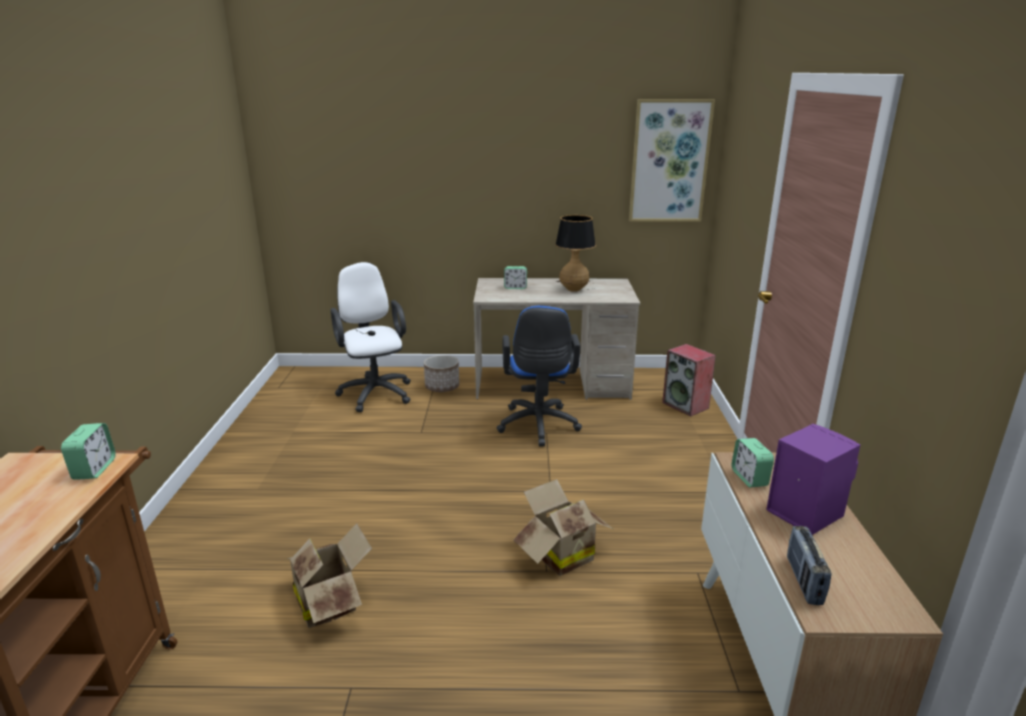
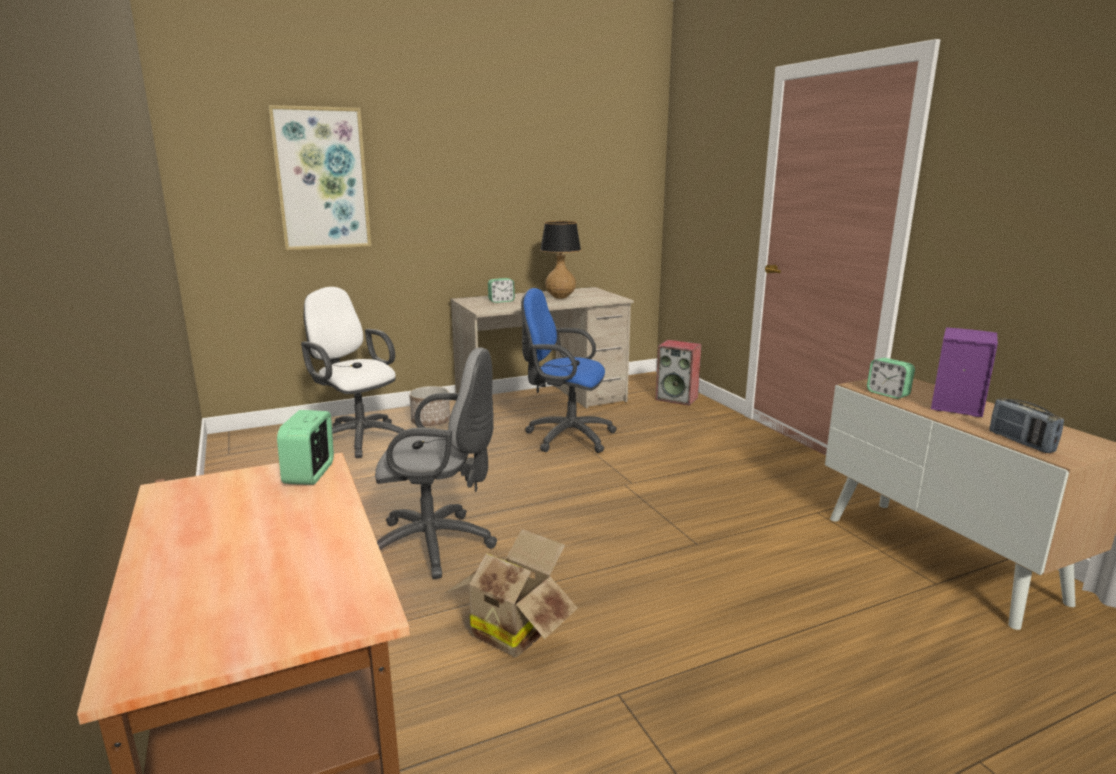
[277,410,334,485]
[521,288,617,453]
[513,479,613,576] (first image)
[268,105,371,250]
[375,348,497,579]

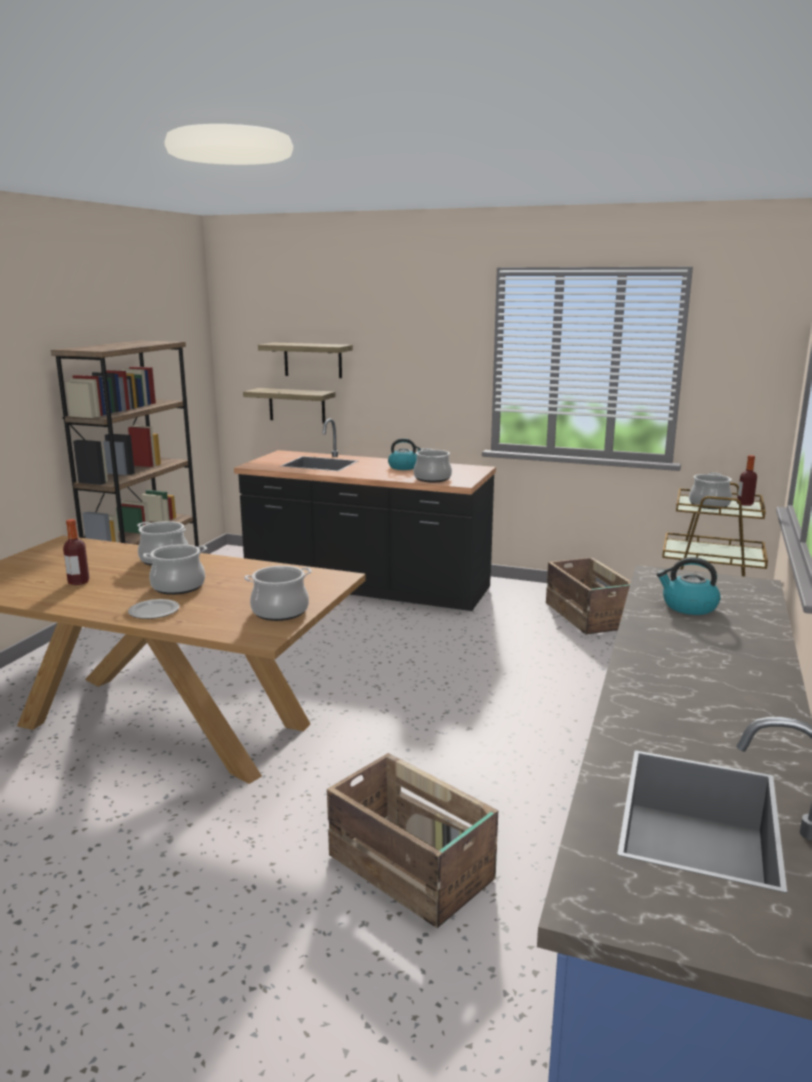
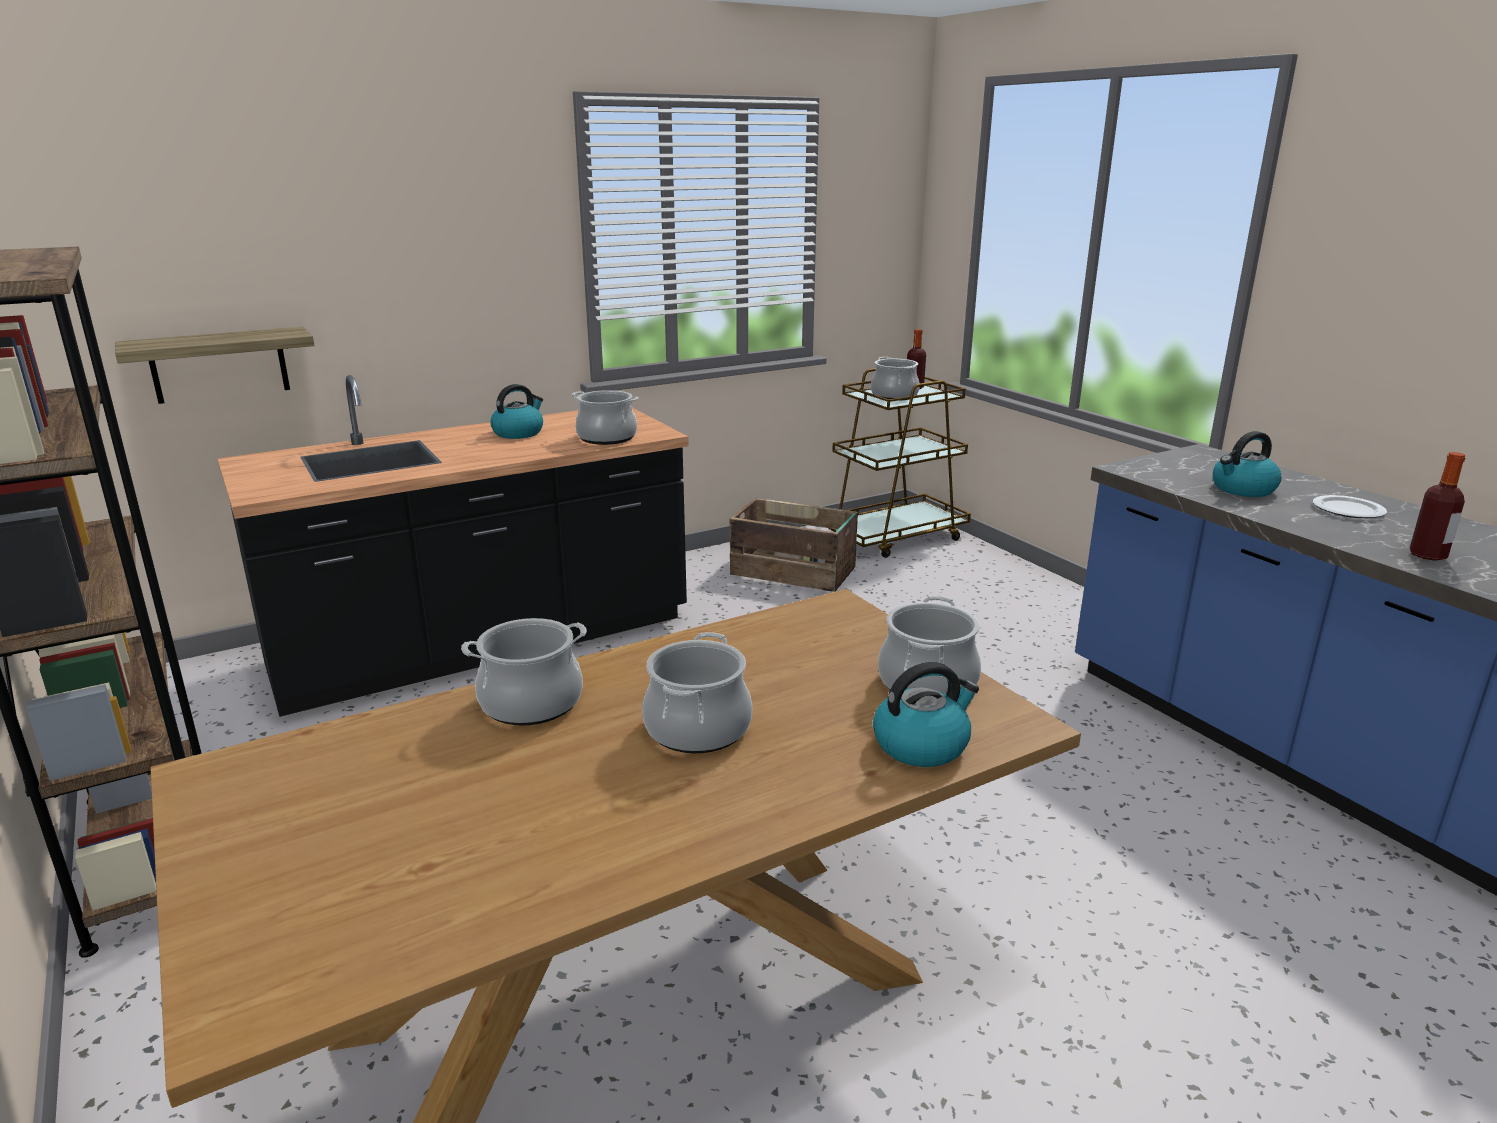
[1410,452,1465,561]
[1313,495,1387,518]
[258,343,353,378] (first image)
[327,753,498,928] (first image)
[873,662,979,767]

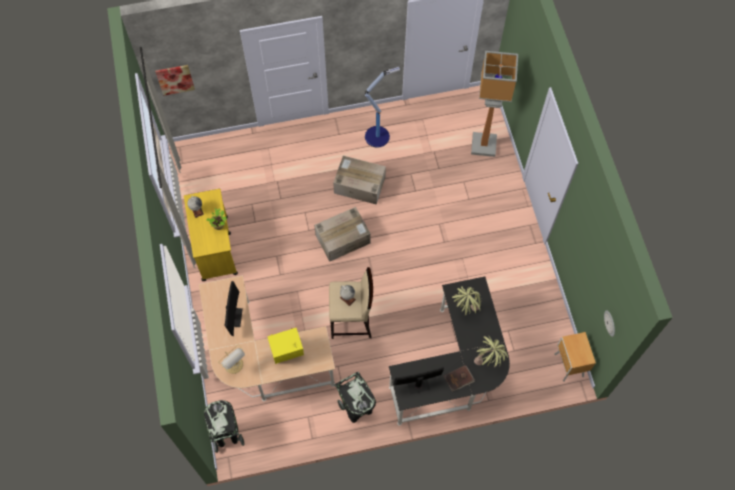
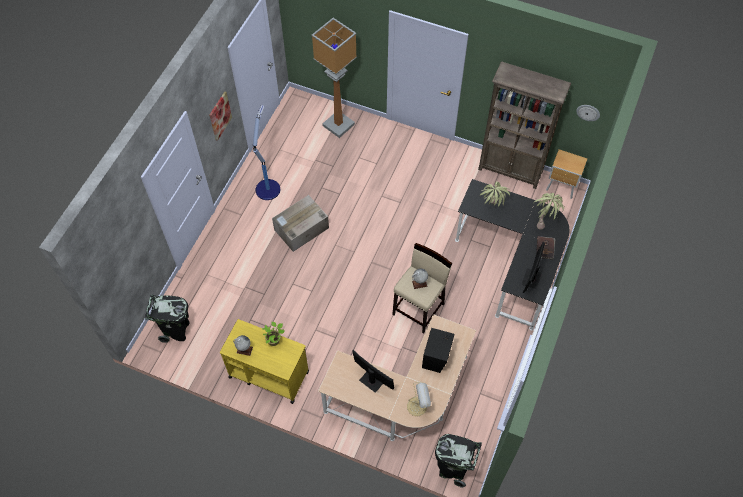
[209,91,232,141]
[422,328,454,373]
[314,207,371,262] (first image)
[145,295,189,343]
[478,62,571,189]

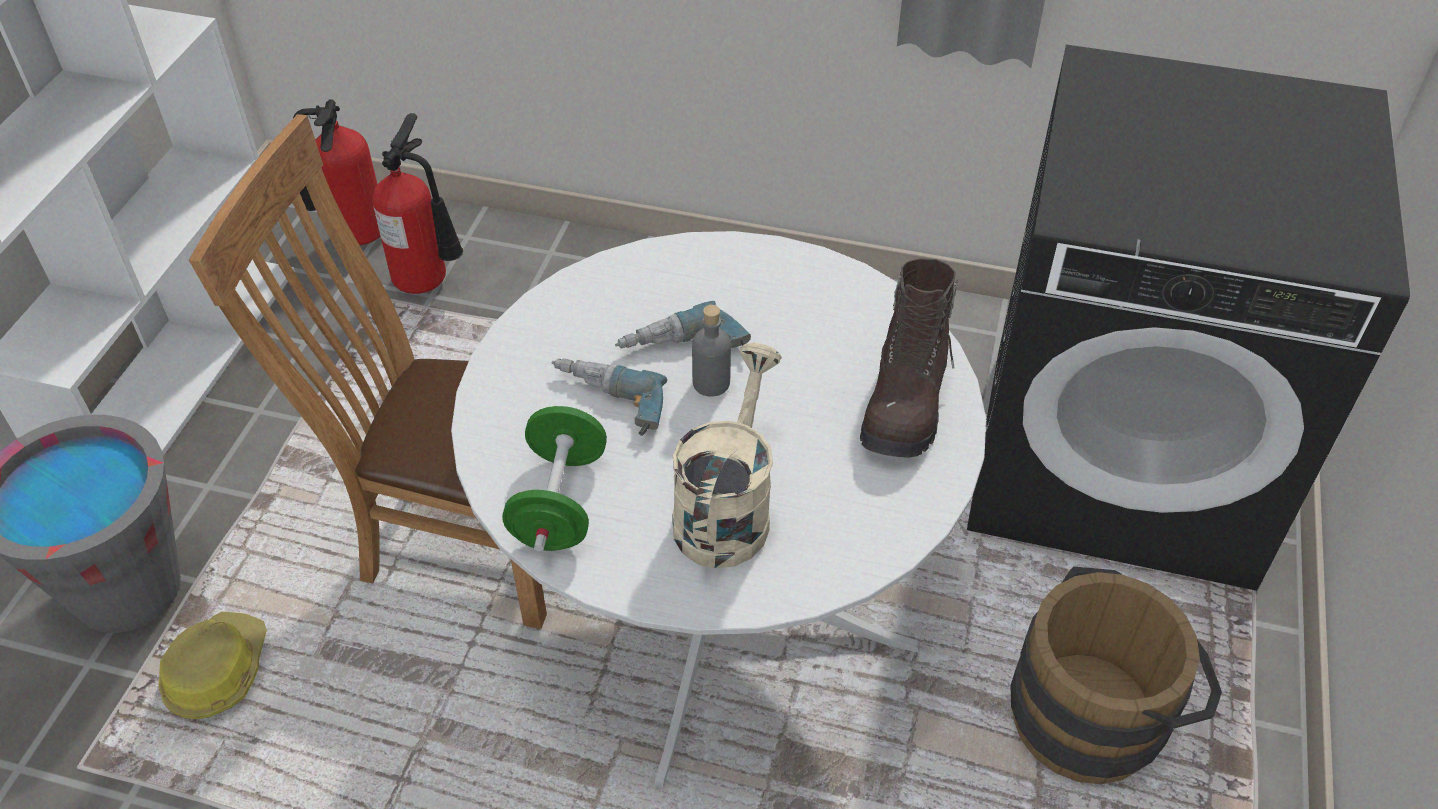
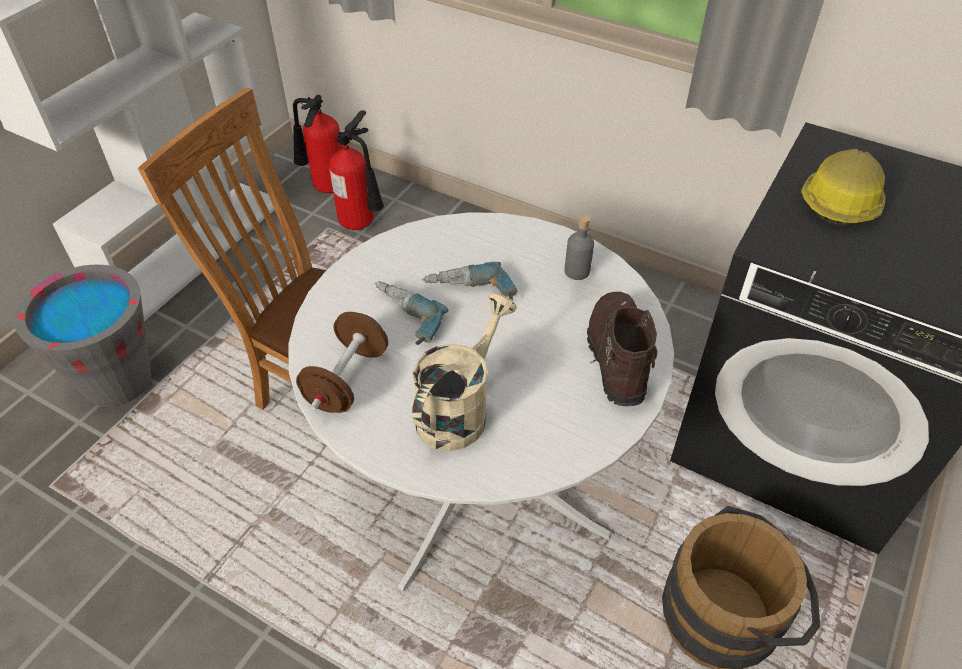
[801,149,886,225]
[296,312,388,413]
[565,215,594,280]
[587,292,658,406]

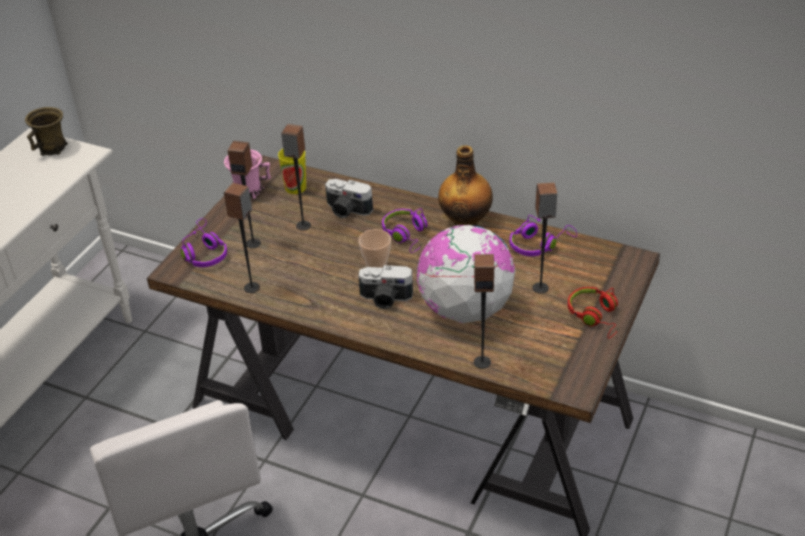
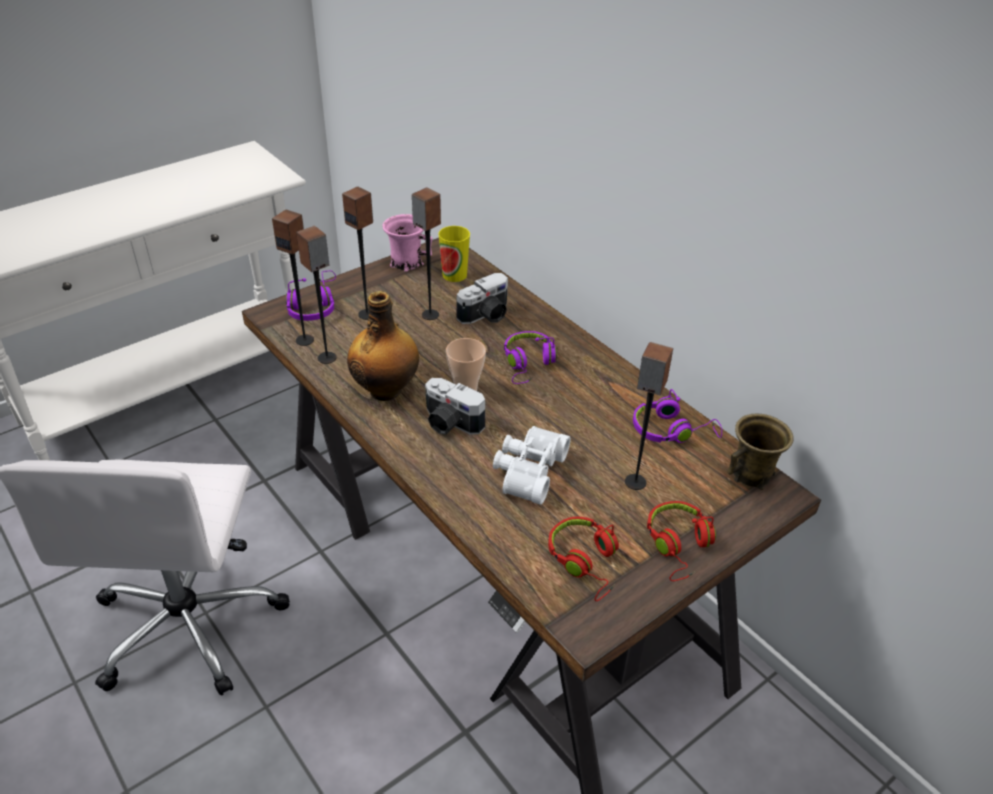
[728,414,794,490]
[456,273,508,324]
[493,426,571,505]
[347,291,419,401]
[272,209,314,346]
[548,517,619,601]

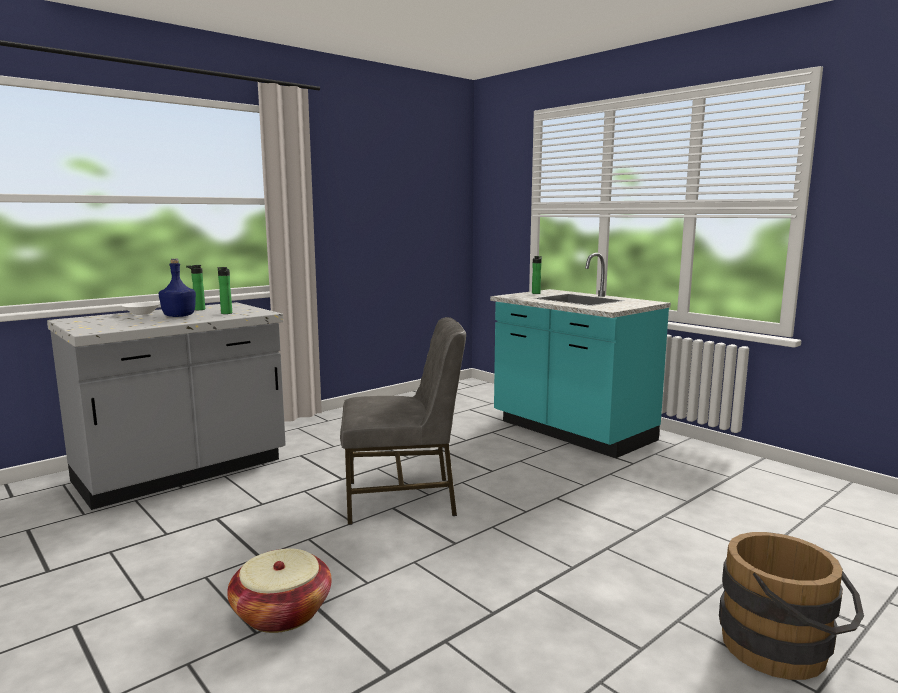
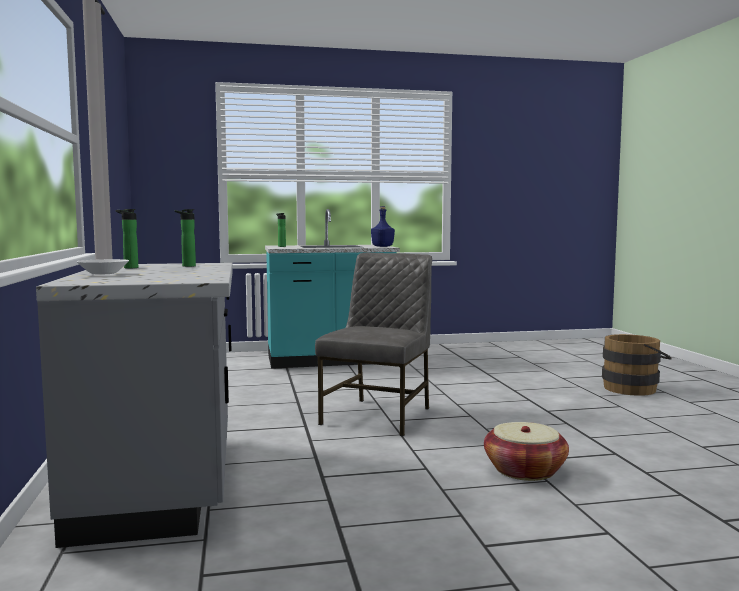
[371,206,395,247]

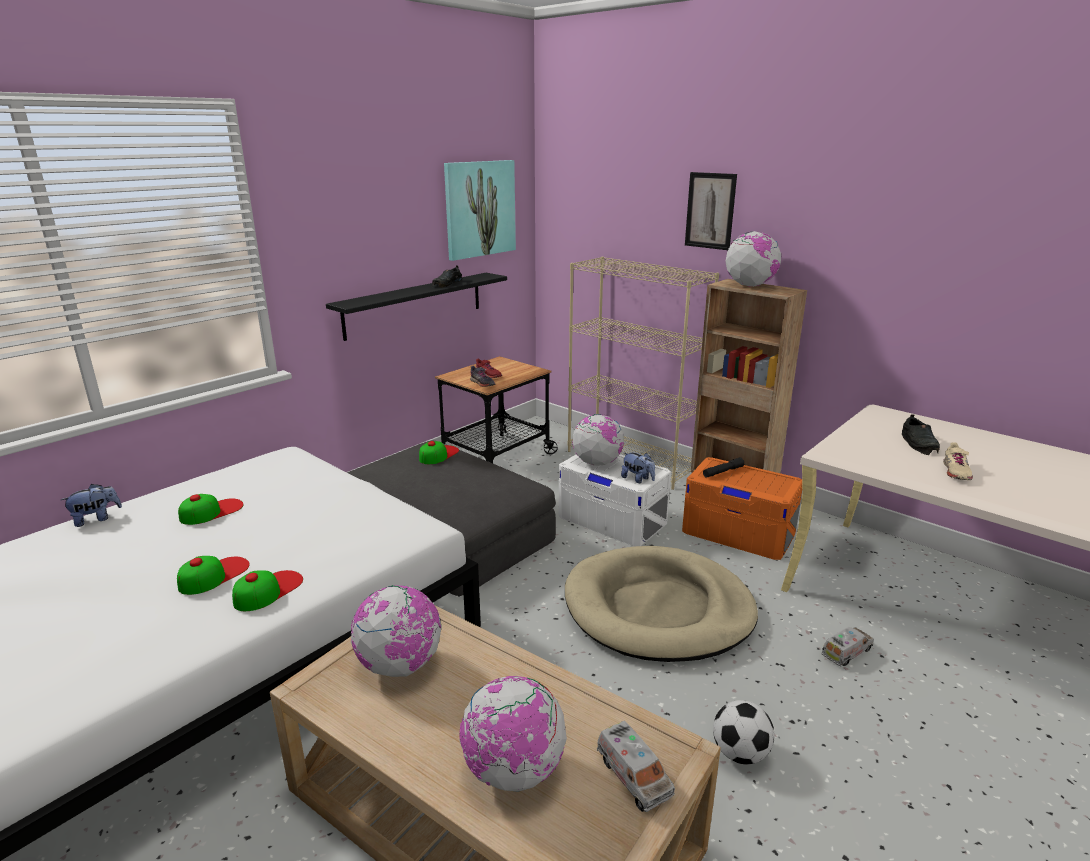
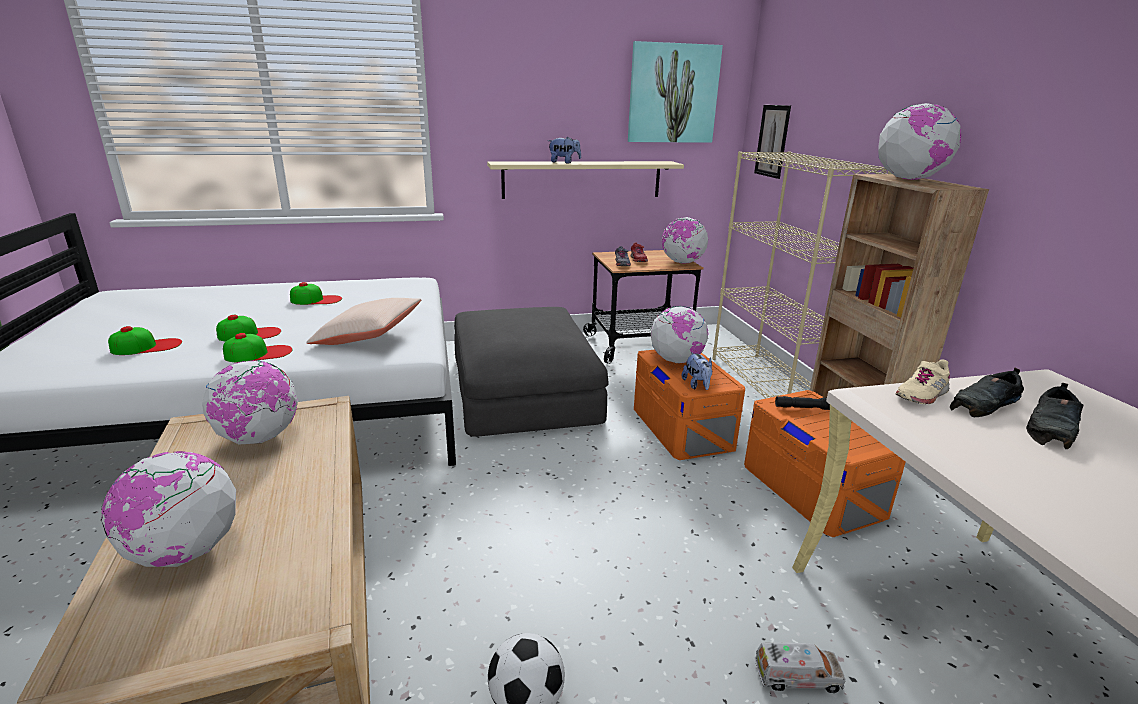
[548,137,581,164]
[487,161,684,199]
[108,326,182,355]
[950,368,1024,417]
[634,350,745,460]
[565,546,758,662] (first image)
[597,721,675,812] (first image)
[754,105,791,179]
[895,359,950,404]
[306,298,422,345]
[662,217,708,264]

